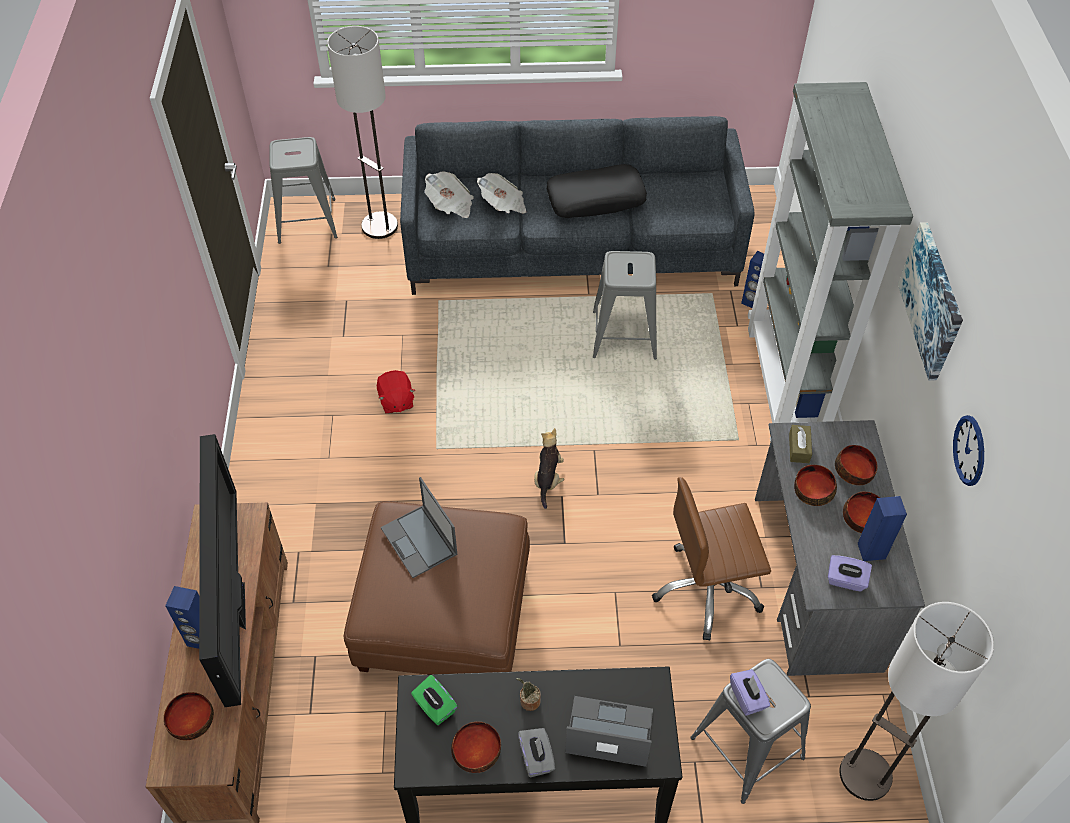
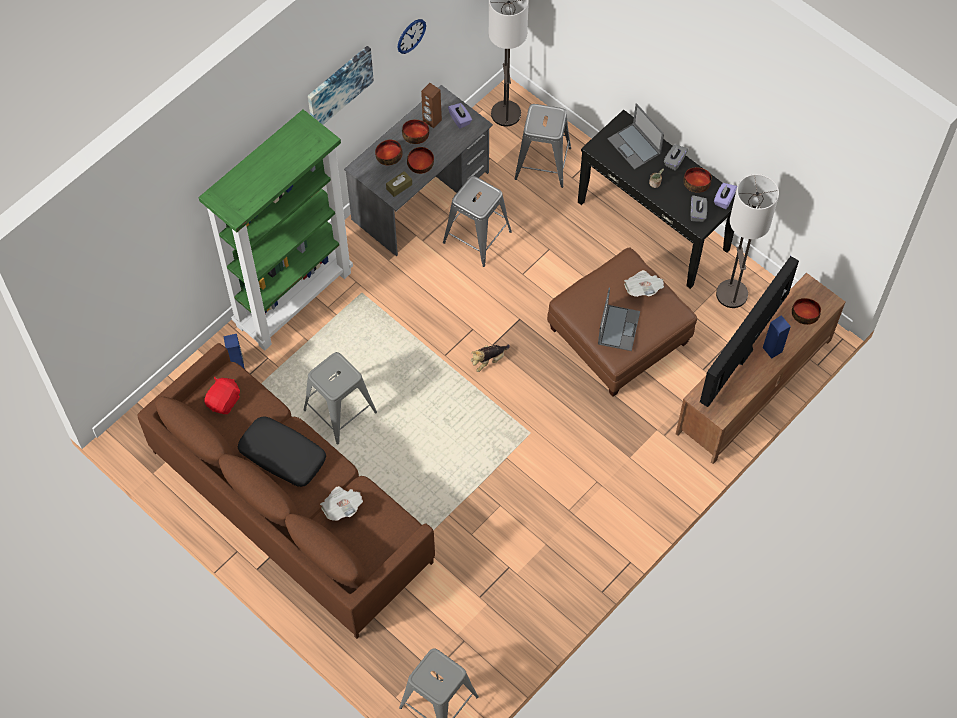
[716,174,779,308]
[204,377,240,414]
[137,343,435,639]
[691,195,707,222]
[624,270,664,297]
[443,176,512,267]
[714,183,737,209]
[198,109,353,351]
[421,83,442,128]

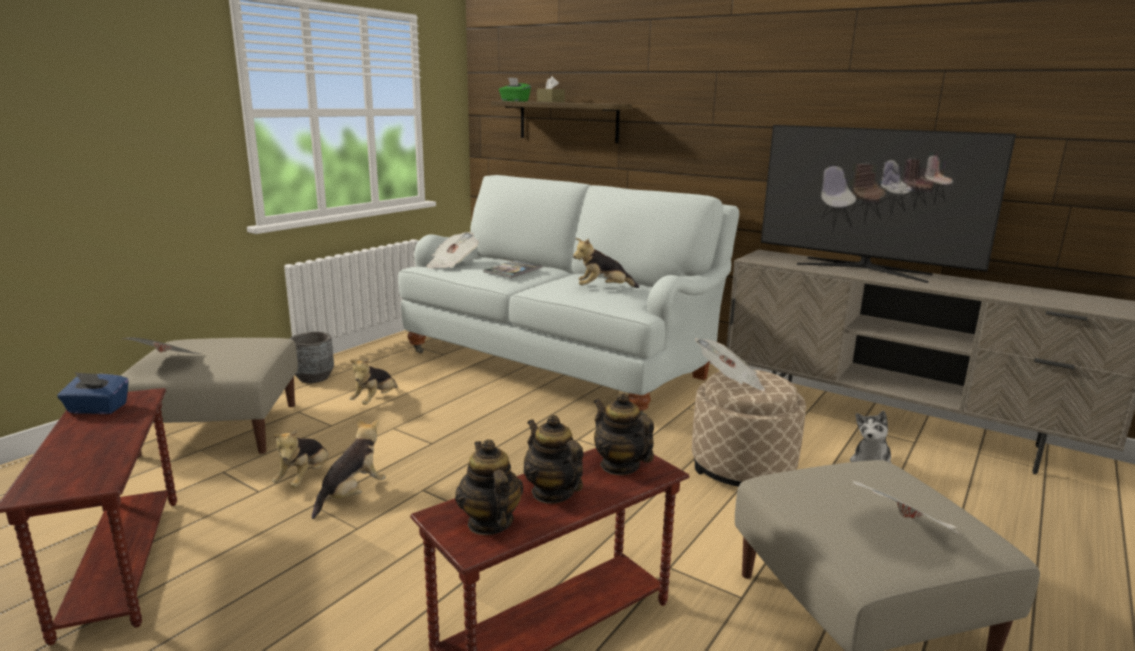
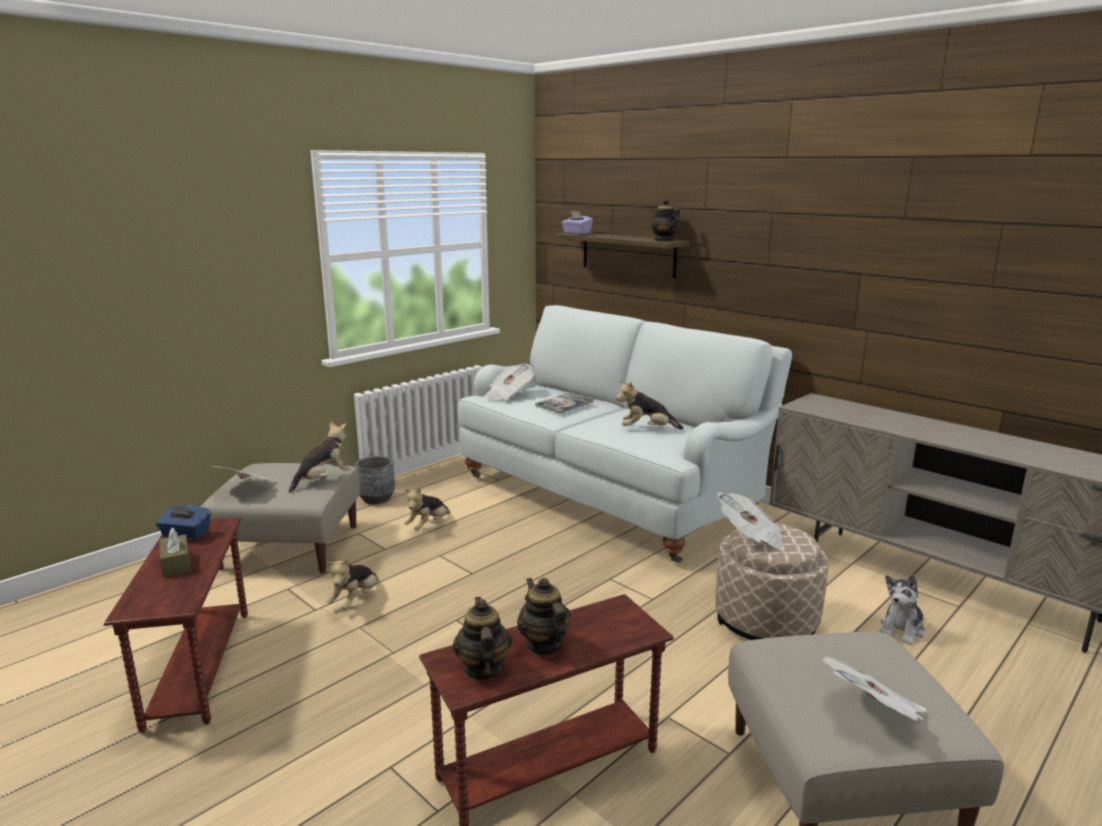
[289,421,350,493]
[562,211,593,234]
[160,528,191,577]
[651,199,680,241]
[761,125,1016,283] (first image)

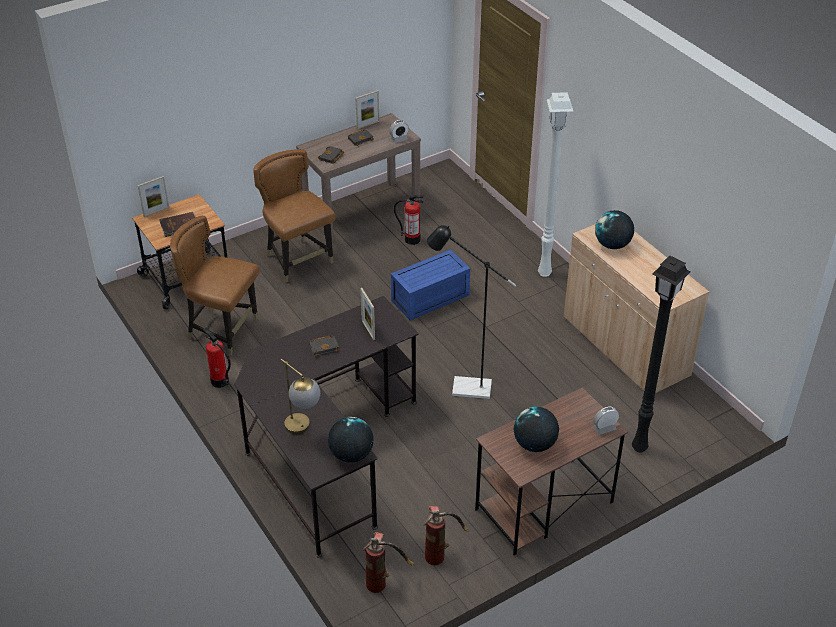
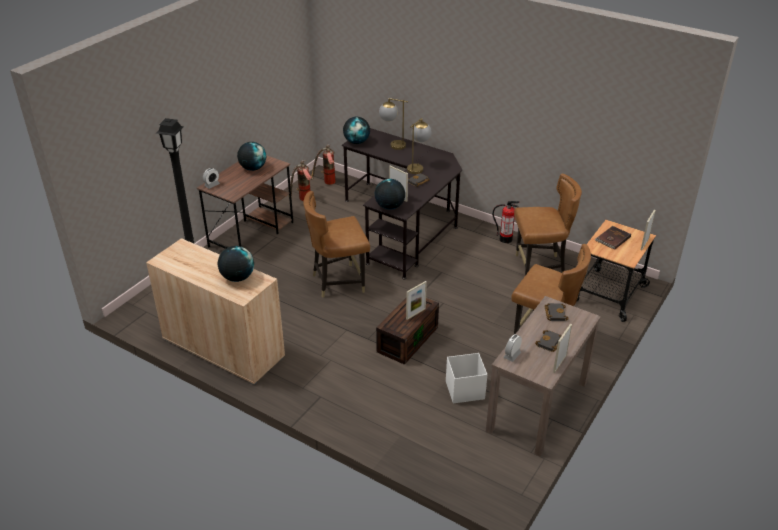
[376,298,439,365]
[446,353,487,404]
[303,191,370,298]
[538,92,573,277] (first image)
[375,179,405,210]
[406,281,427,320]
[407,118,432,174]

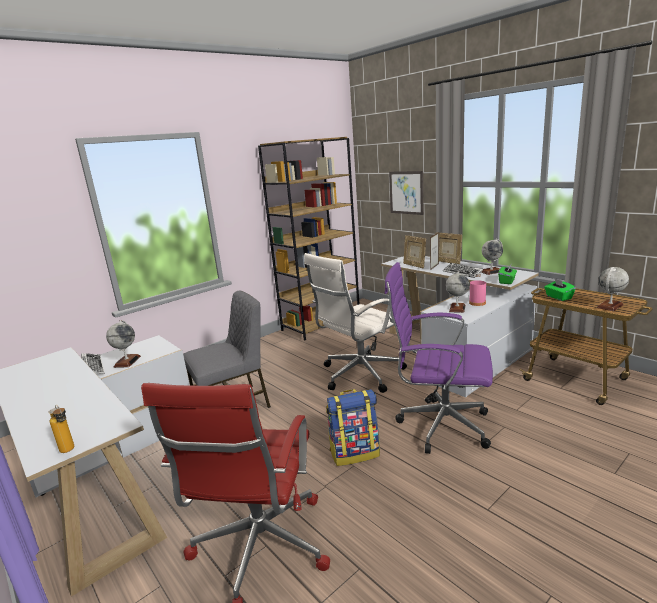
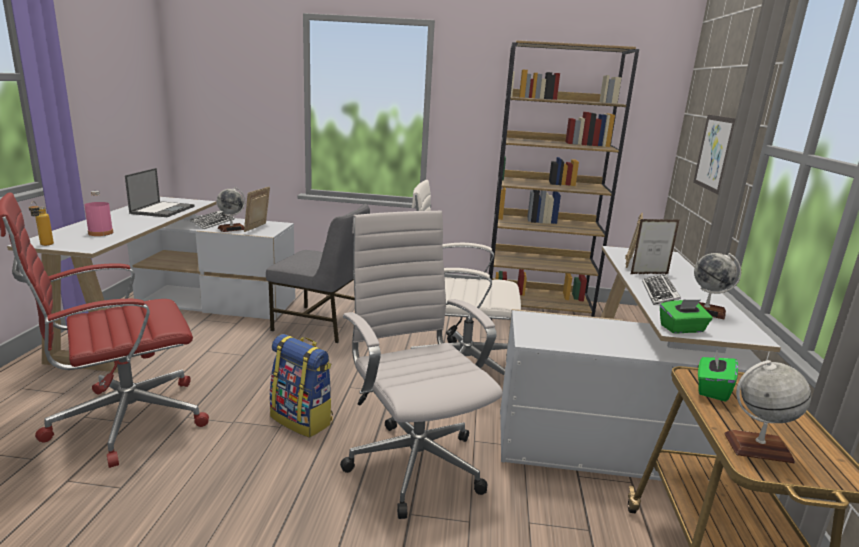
[340,210,503,519]
[244,187,270,232]
[446,271,470,313] (first image)
[84,191,113,236]
[125,168,195,217]

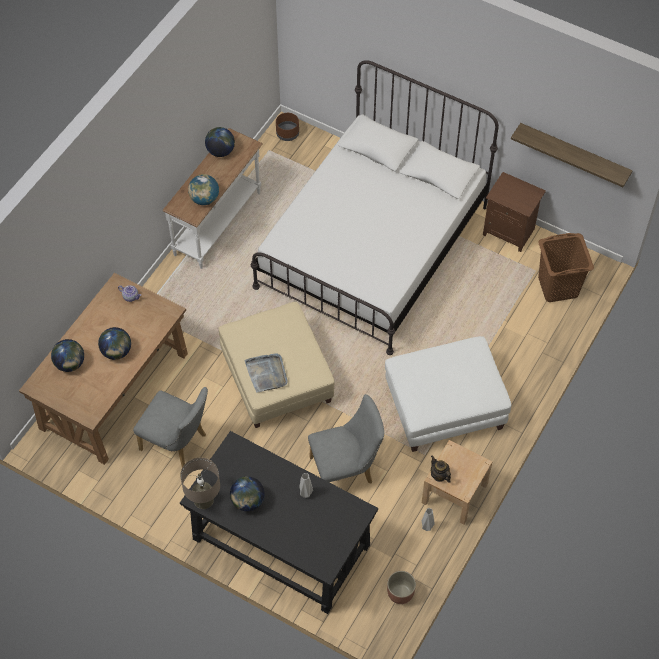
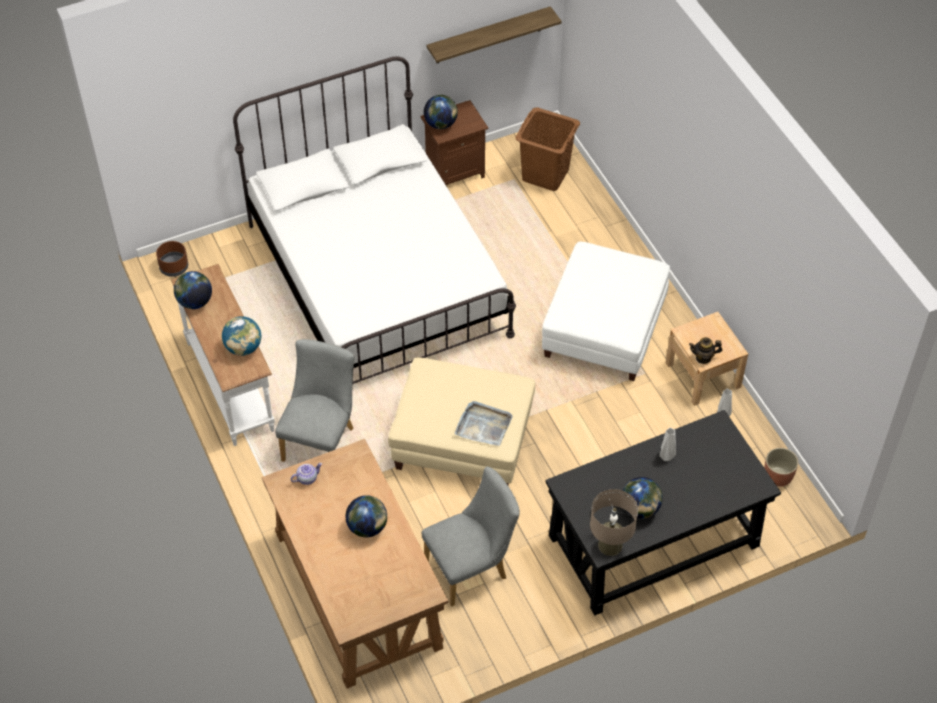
[424,95,458,129]
[275,339,354,462]

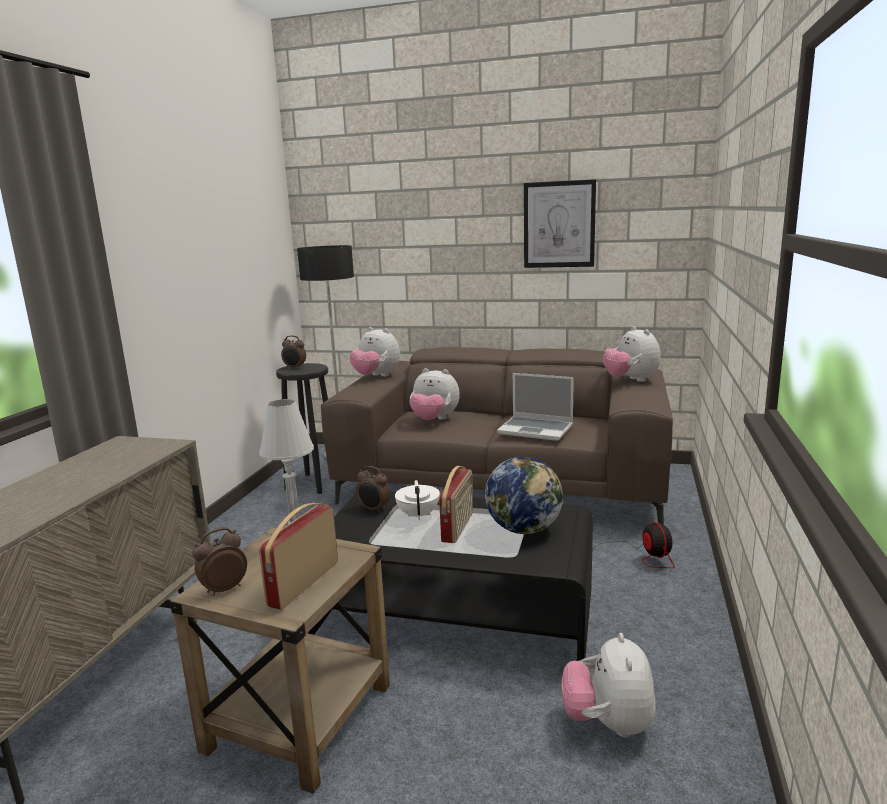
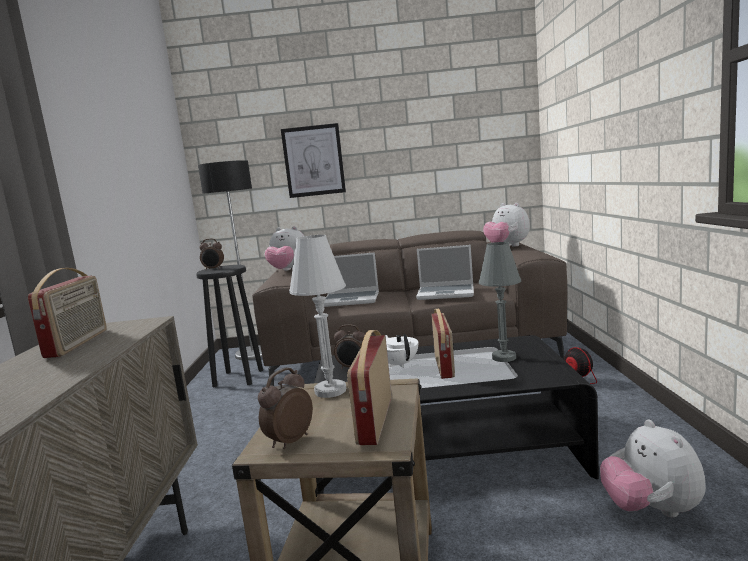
[324,252,379,307]
[479,242,521,362]
[281,123,346,198]
[28,268,107,358]

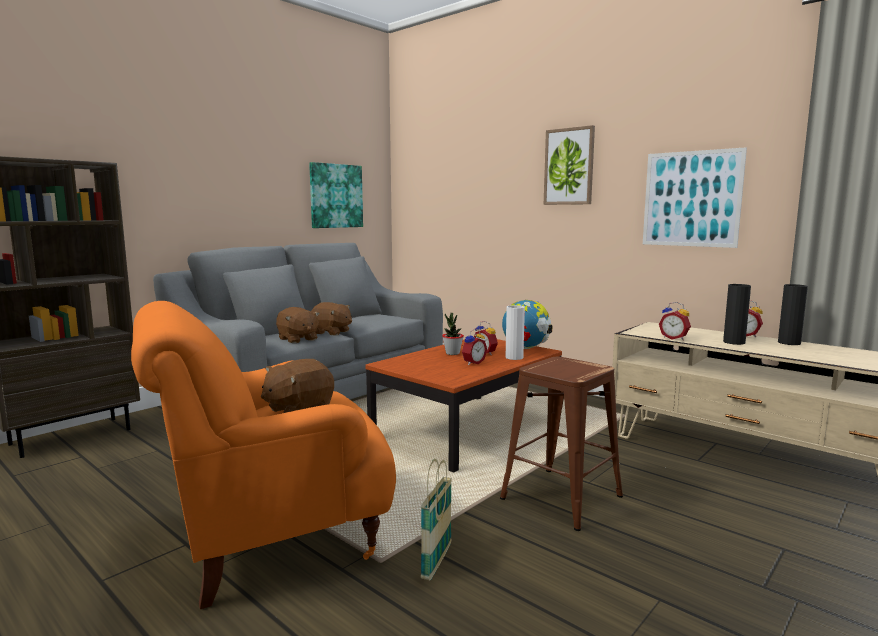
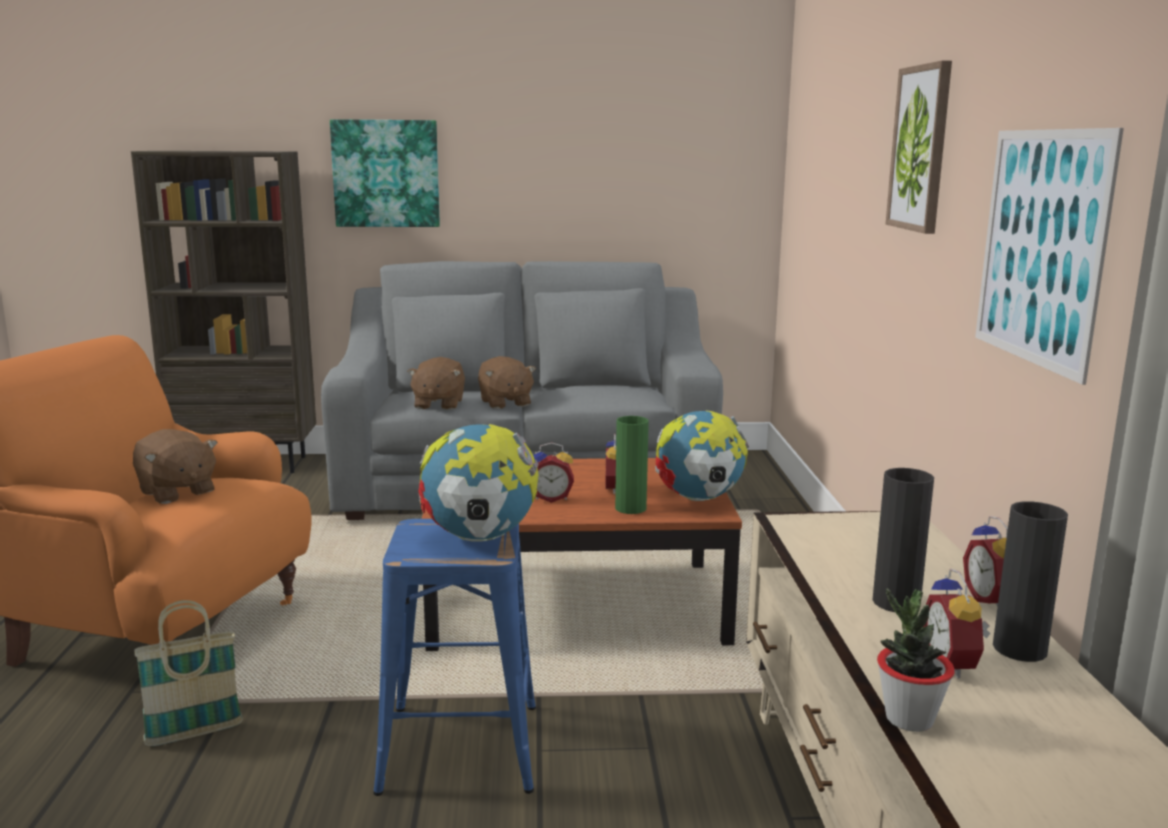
[133,429,218,504]
[330,119,440,227]
[877,588,955,732]
[374,519,536,796]
[615,416,649,514]
[924,568,991,679]
[418,424,539,542]

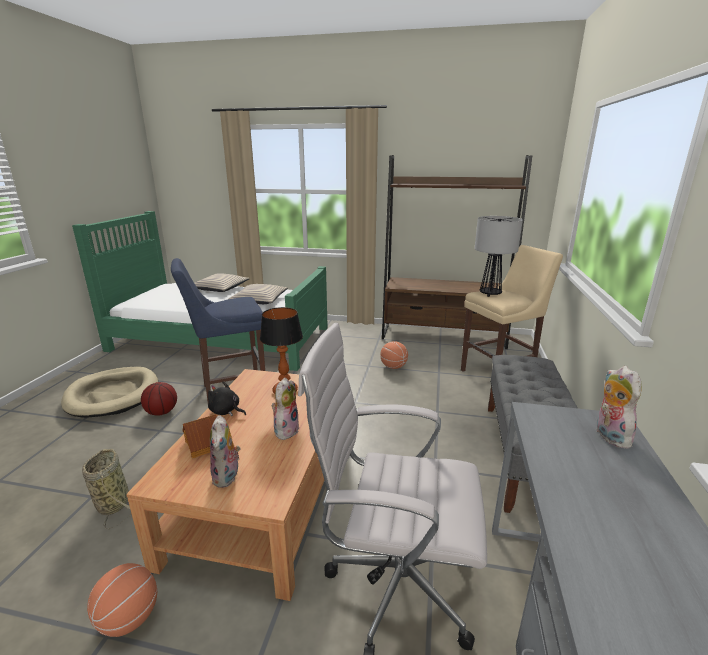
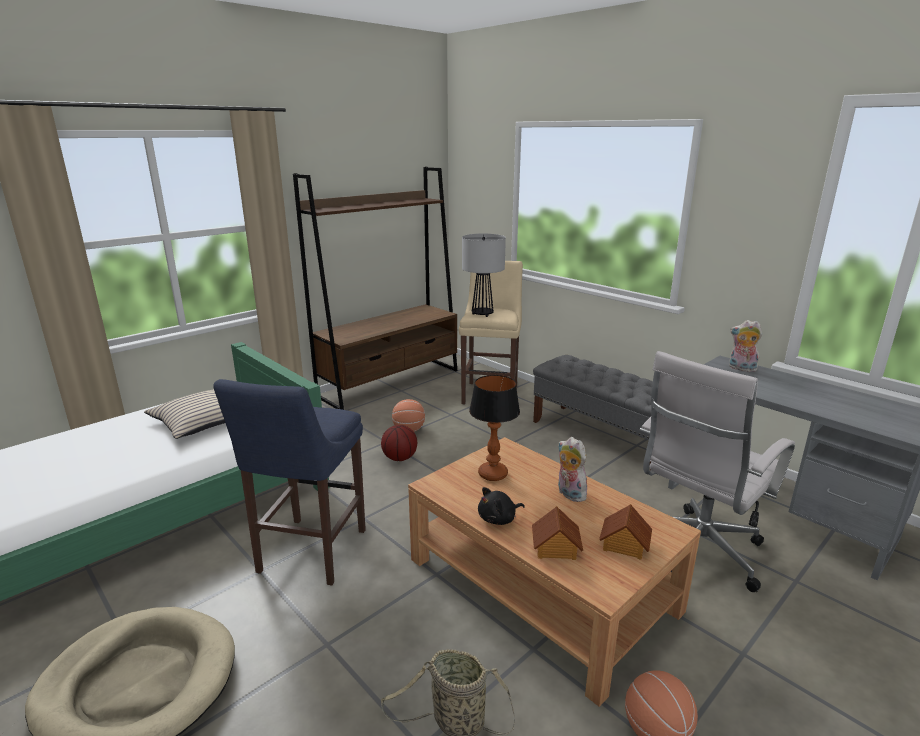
[381,425,417,461]
[195,273,250,292] (first image)
[599,504,652,560]

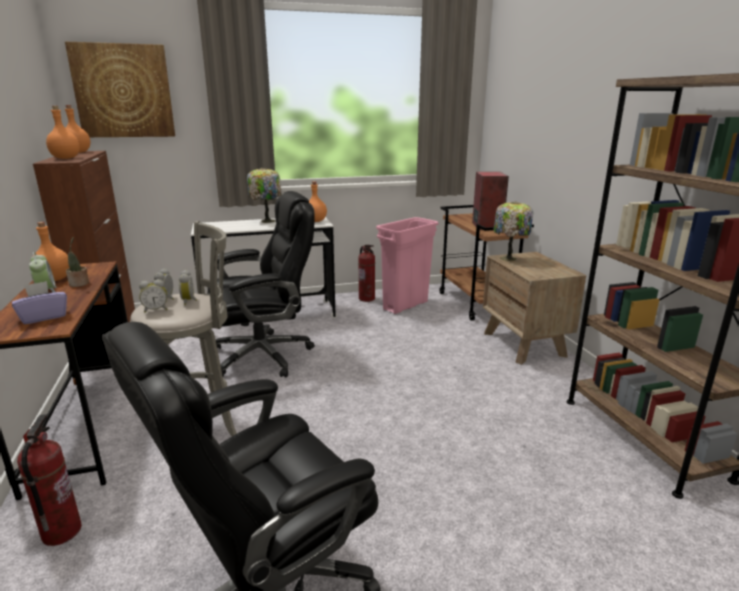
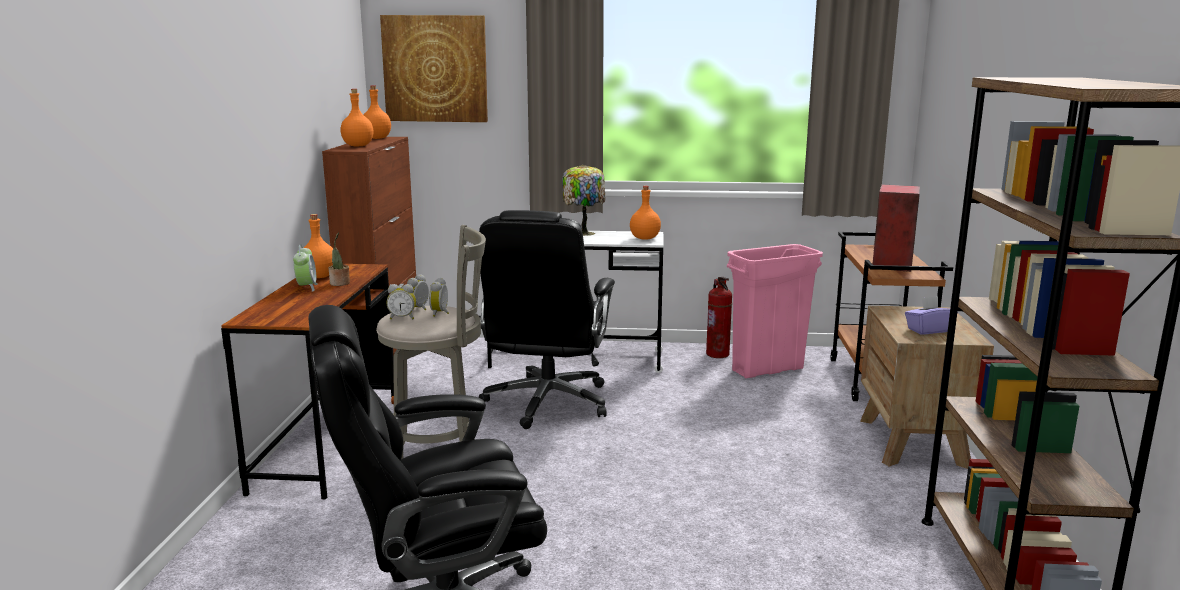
[905,296,958,335]
[17,414,82,546] (first image)
[479,210,615,429]
[493,201,533,261] (first image)

